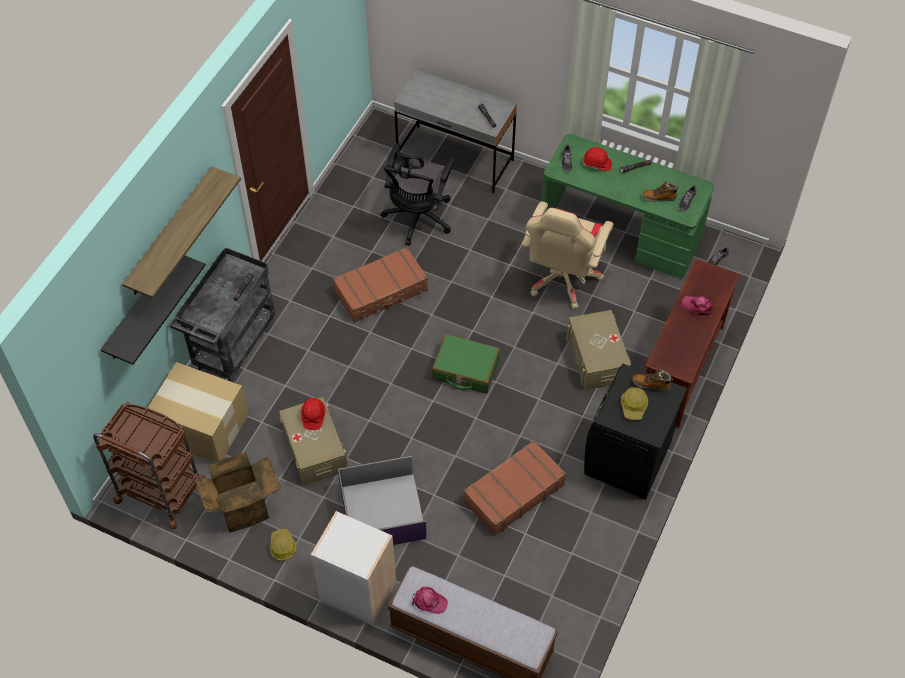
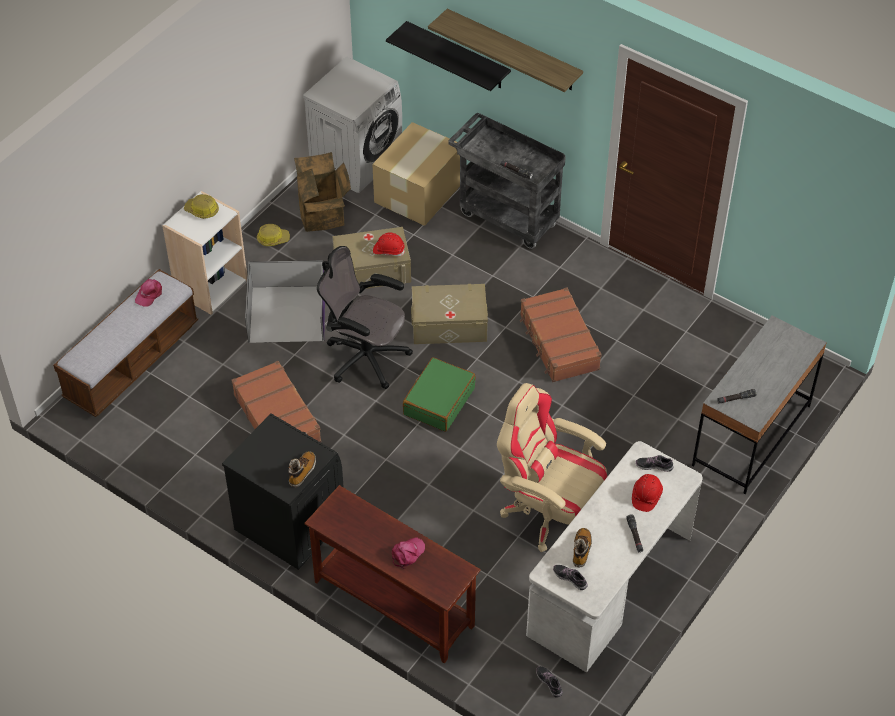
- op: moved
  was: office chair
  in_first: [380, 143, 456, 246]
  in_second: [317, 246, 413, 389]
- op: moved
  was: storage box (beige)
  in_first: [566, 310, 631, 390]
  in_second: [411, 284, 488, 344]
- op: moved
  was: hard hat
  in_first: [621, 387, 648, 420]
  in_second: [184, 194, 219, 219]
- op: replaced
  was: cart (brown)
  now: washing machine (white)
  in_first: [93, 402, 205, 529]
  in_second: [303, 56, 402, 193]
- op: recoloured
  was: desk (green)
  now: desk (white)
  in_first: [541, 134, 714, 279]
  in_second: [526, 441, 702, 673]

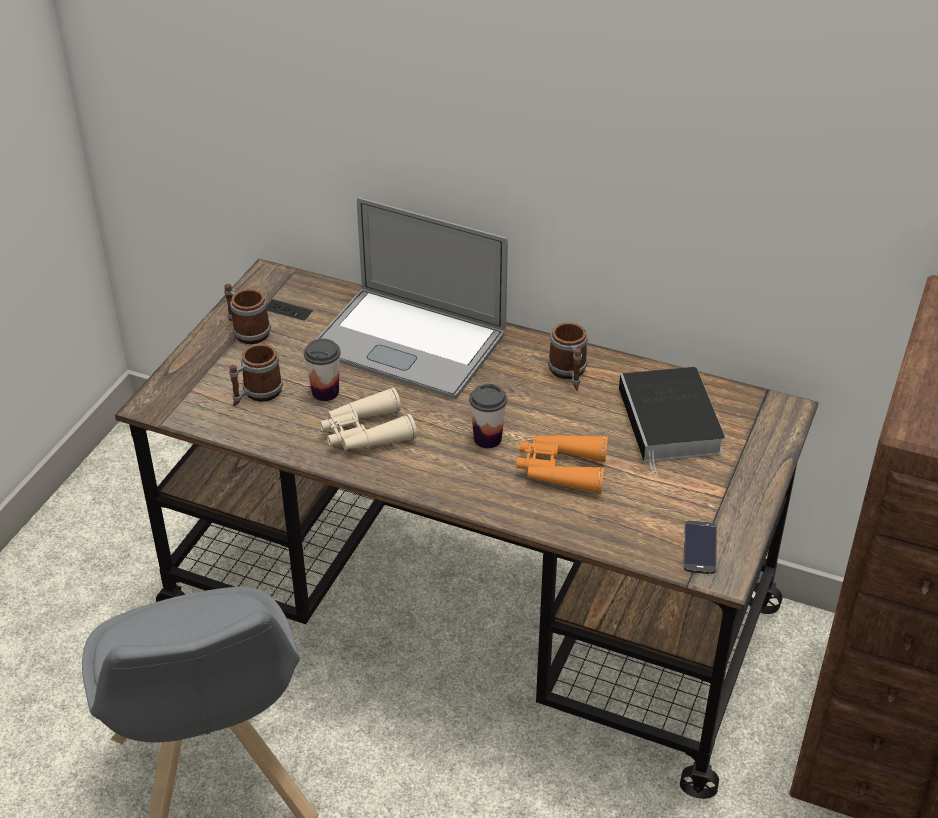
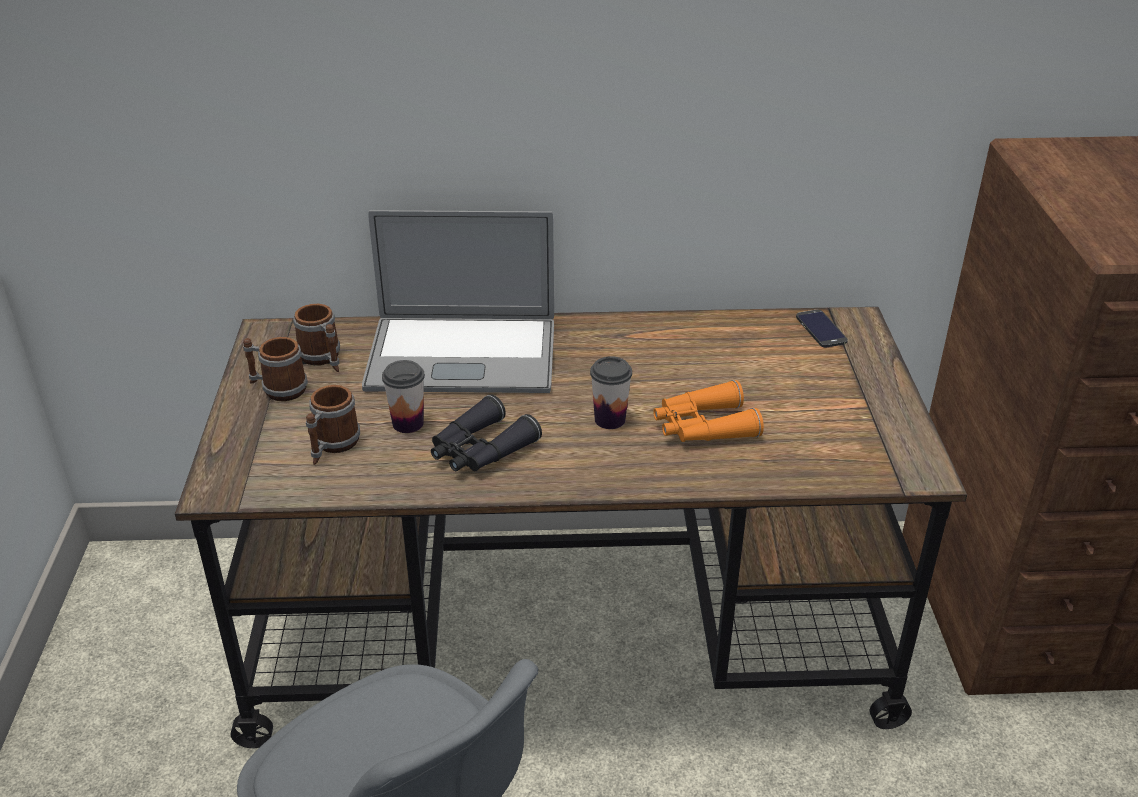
- op: removed
  was: book
  in_first: [619, 367, 725, 476]
- op: moved
  was: mug
  in_first: [548, 322, 588, 391]
  in_second: [293, 304, 340, 372]
- op: moved
  was: phone
  in_first: [683, 520, 717, 574]
  in_second: [796, 310, 848, 347]
- op: recoloured
  was: binoculars (beige)
  now: binoculars (black)
  in_first: [319, 388, 417, 451]
  in_second: [431, 394, 542, 471]

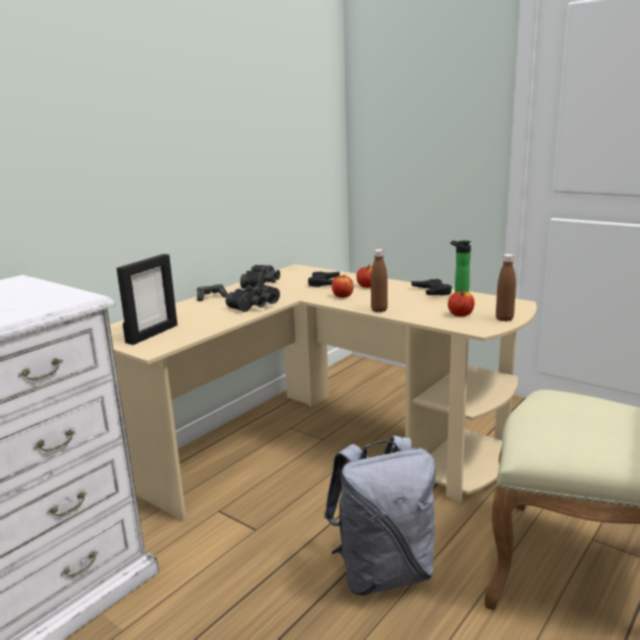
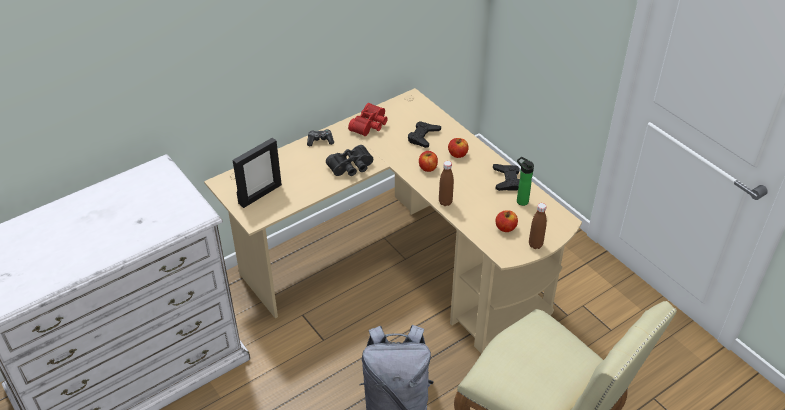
- op: recoloured
  was: binoculars (black)
  now: binoculars (red)
  in_first: [240, 265, 280, 289]
  in_second: [348, 103, 388, 136]

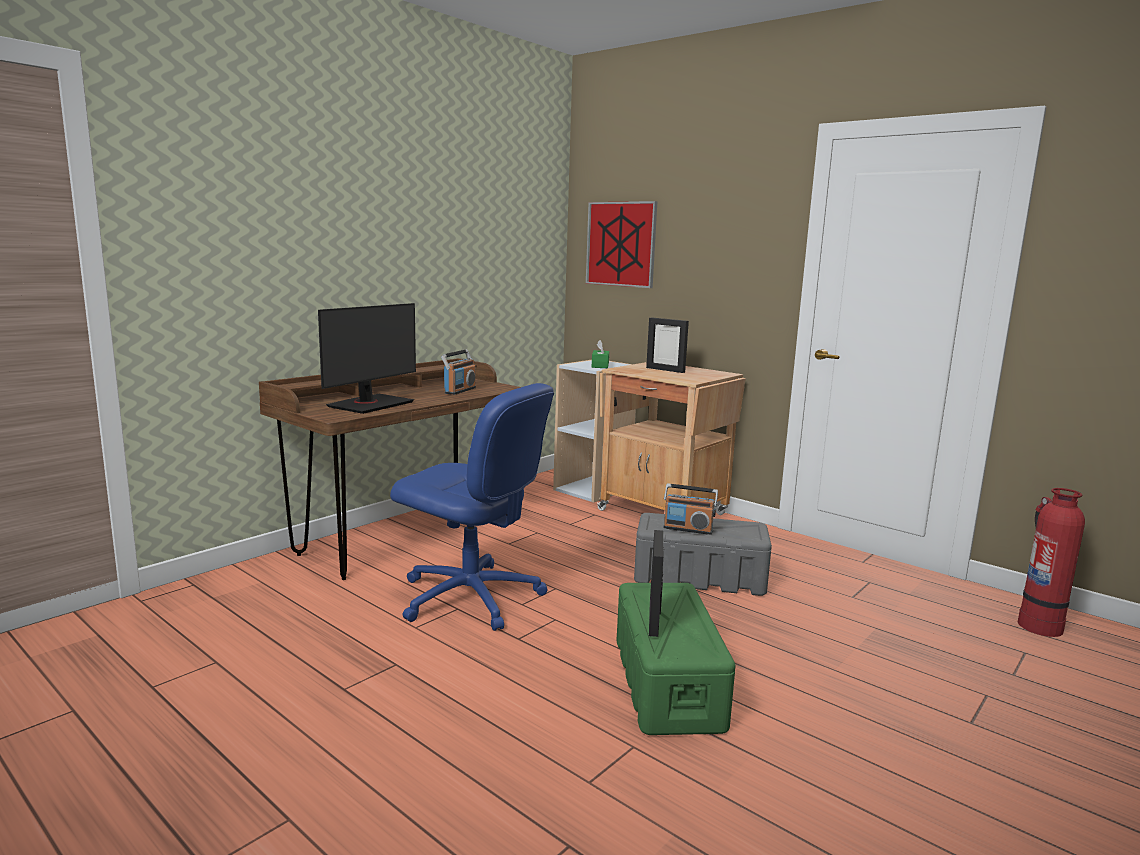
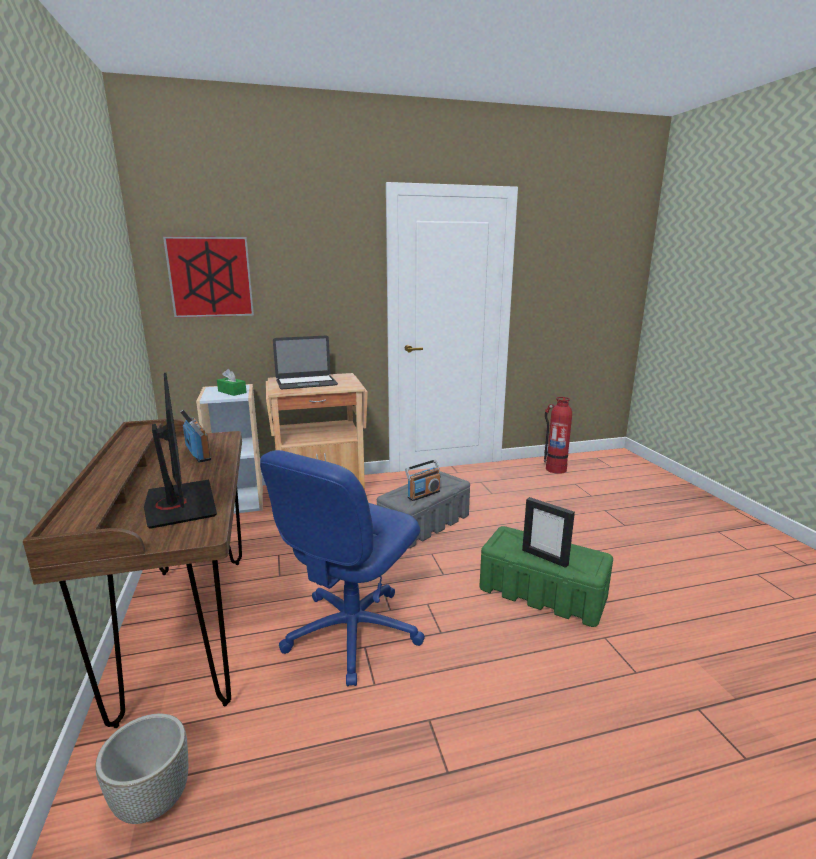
- op: added
  now: planter (grey)
  in_second: [95, 713, 188, 824]
- op: replaced
  was: picture frame
  now: laptop
  in_first: [646, 317, 689, 373]
  in_second: [273, 336, 338, 389]
- op: turned
  was: office chair (blue)
  in_first: [390, 383, 554, 631]
  in_second: [260, 450, 425, 686]
  clockwise: 150

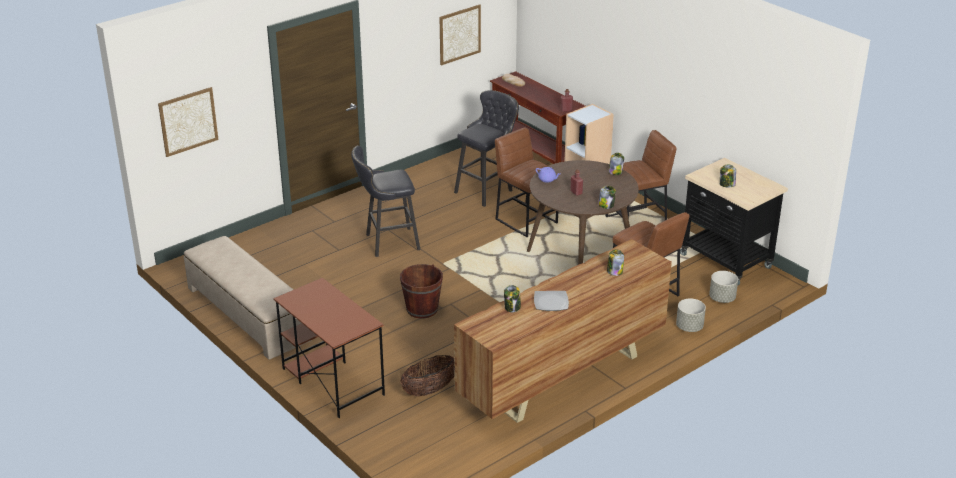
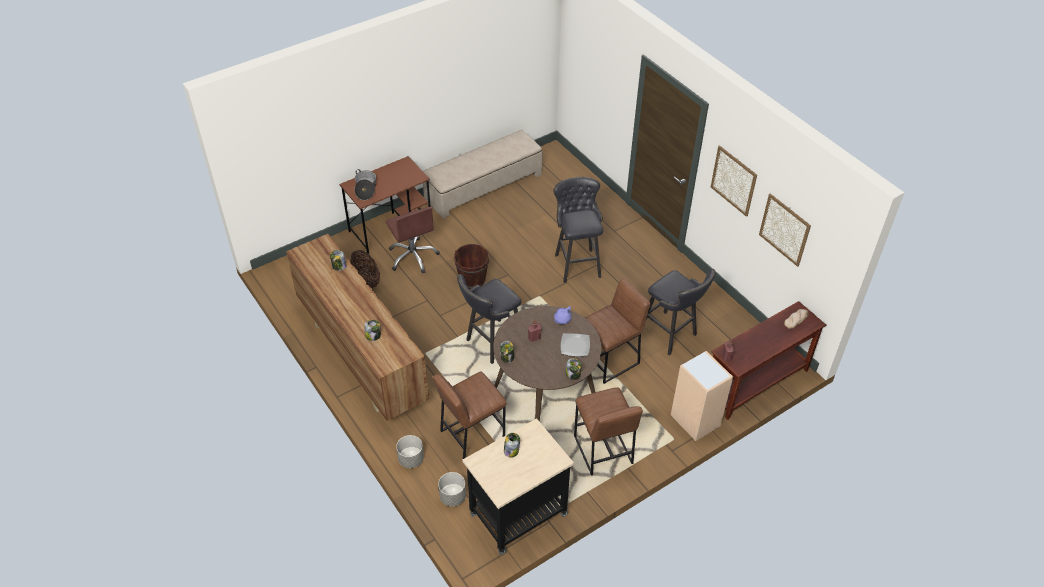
- op: added
  now: cooking pot
  in_second: [354, 169, 376, 200]
- op: added
  now: office chair (brown)
  in_second: [385, 207, 440, 274]
- op: added
  now: stool (black)
  in_second: [457, 274, 521, 364]
- op: moved
  was: picture
  in_first: [158, 87, 218, 157]
  in_second: [711, 145, 757, 217]
- op: moved
  was: plate
  in_first: [534, 291, 569, 311]
  in_second: [561, 333, 590, 357]

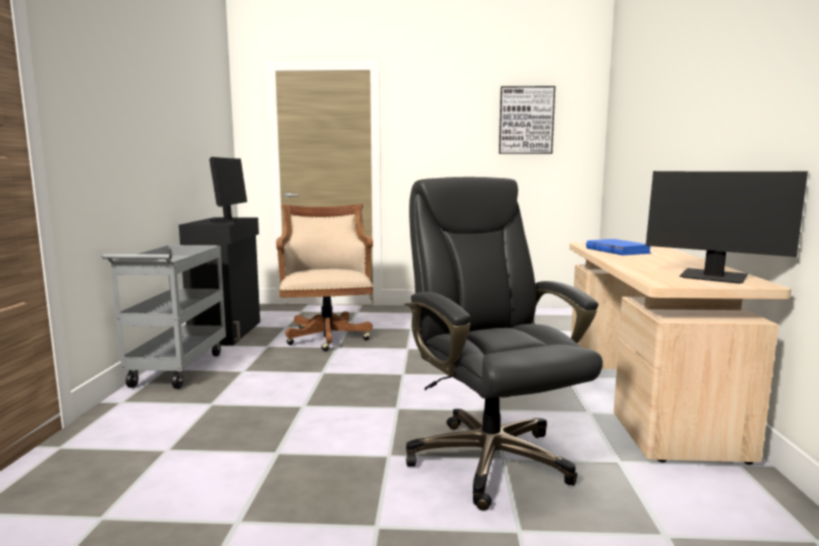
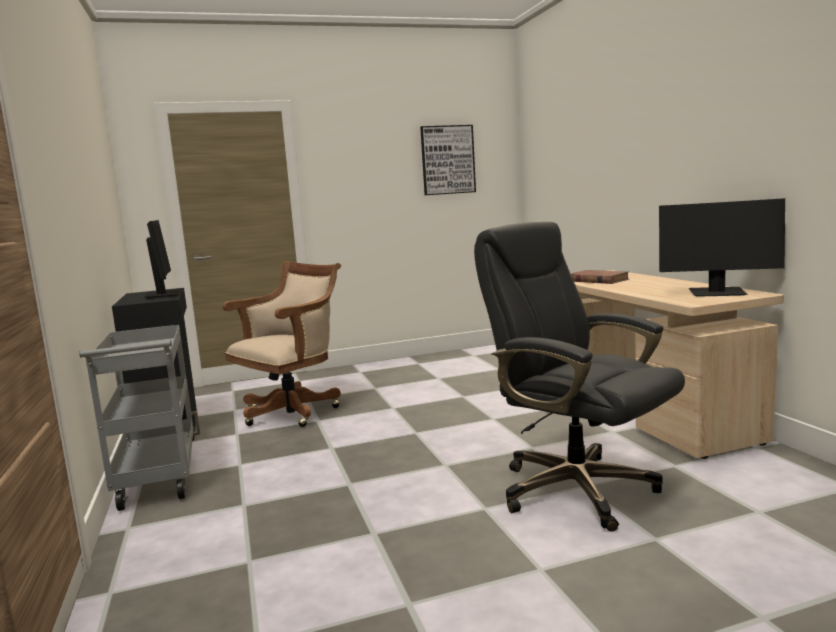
- op: recoloured
  was: book (blue)
  now: book (brown)
  in_first: [586, 239, 652, 256]
  in_second: [570, 270, 629, 284]
- op: turned
  was: office chair
  in_first: [276, 204, 373, 351]
  in_second: [222, 261, 341, 427]
  clockwise: 75

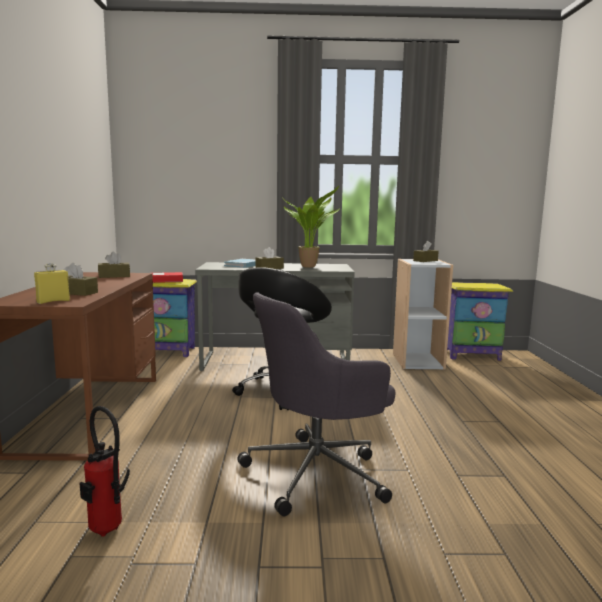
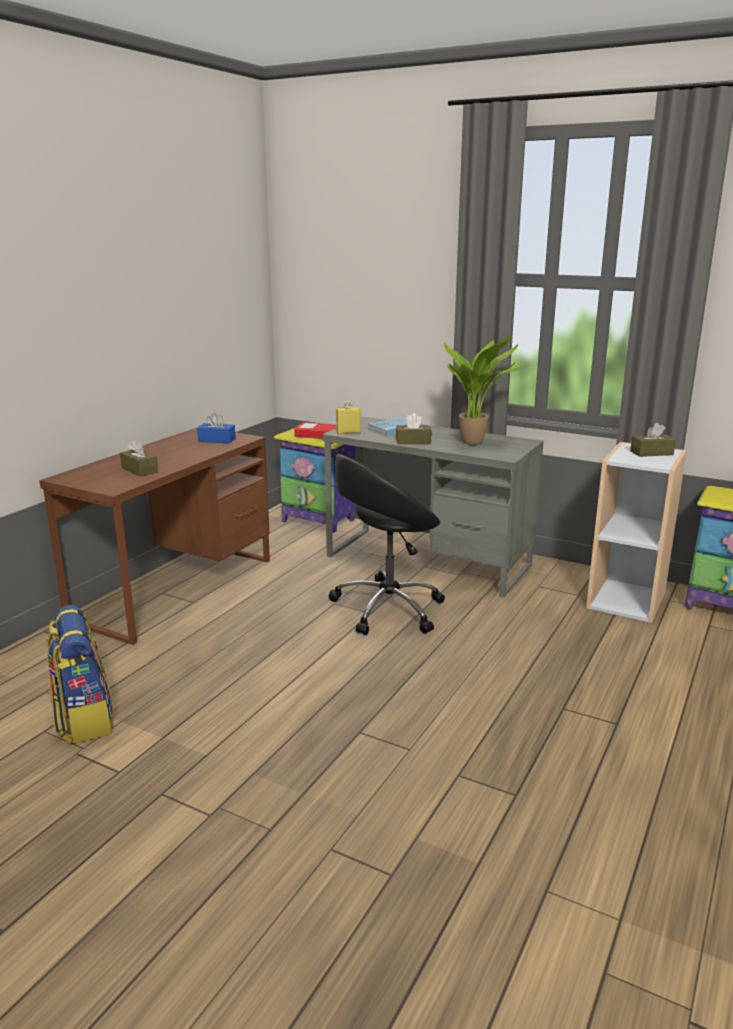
- op: removed
  was: office chair (grey)
  in_first: [237, 292, 395, 517]
- op: moved
  was: bottle (yellow)
  in_first: [34, 263, 70, 304]
  in_second: [336, 401, 361, 435]
- op: replaced
  was: fire extinguisher
  now: backpack
  in_first: [79, 406, 130, 537]
  in_second: [47, 605, 113, 744]
- op: recoloured
  was: tissue box (brown)
  now: tissue box (blue)
  in_first: [98, 252, 130, 278]
  in_second: [197, 412, 236, 443]

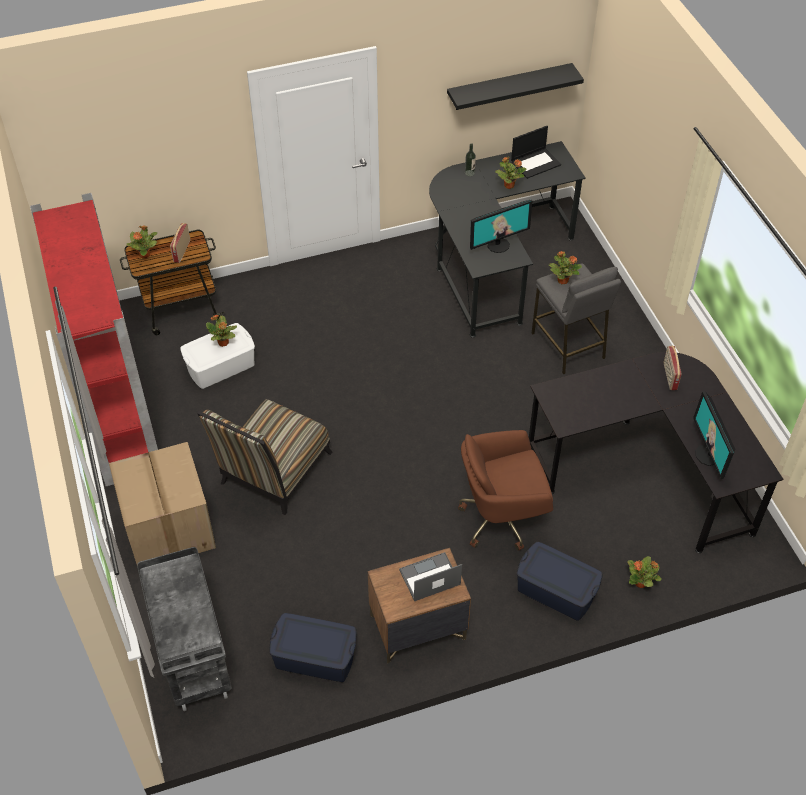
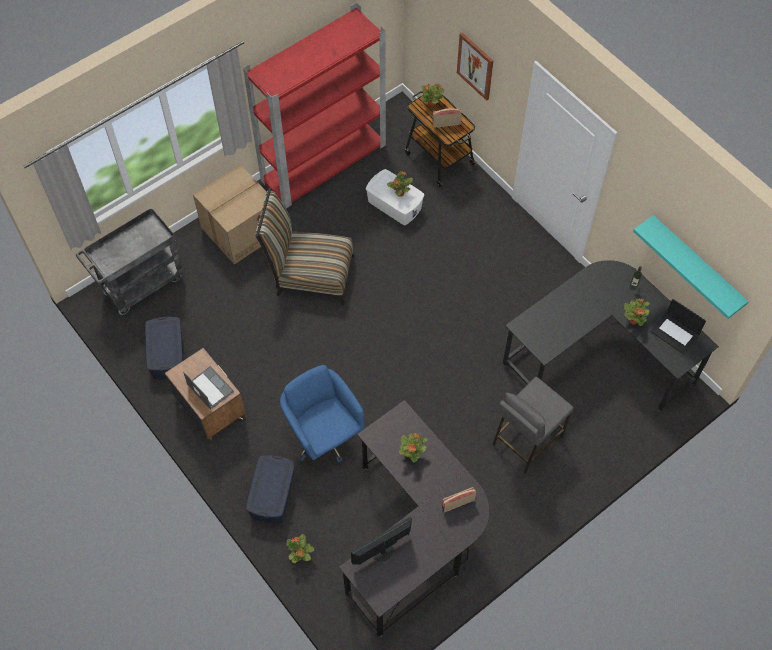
- op: removed
  was: monitor
  in_first: [470, 200, 532, 253]
- op: added
  now: picture
  in_second: [457, 32, 494, 101]
- op: moved
  was: potted plant
  in_first: [549, 251, 582, 284]
  in_second: [399, 433, 428, 462]
- op: recoloured
  was: shelf (black)
  now: shelf (turquoise)
  in_first: [447, 63, 584, 110]
  in_second: [633, 215, 749, 319]
- op: recoloured
  was: office chair (brown)
  now: office chair (blue)
  in_first: [458, 430, 553, 551]
  in_second: [280, 365, 364, 463]

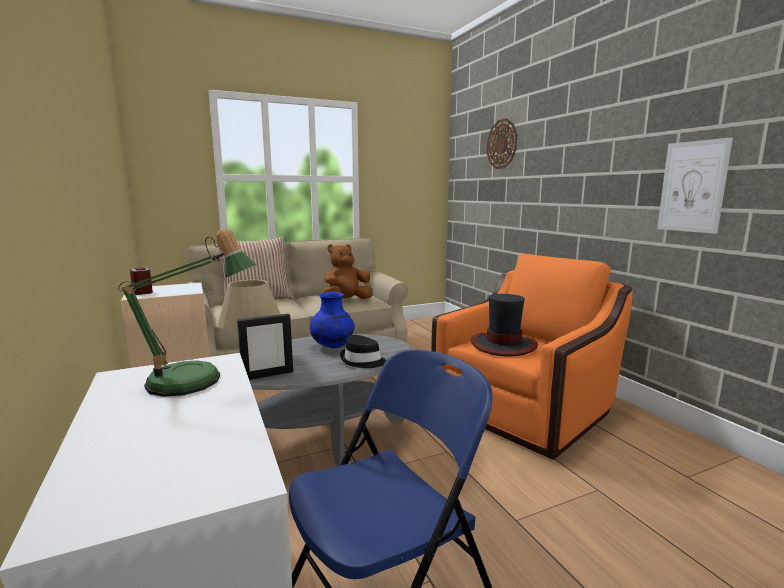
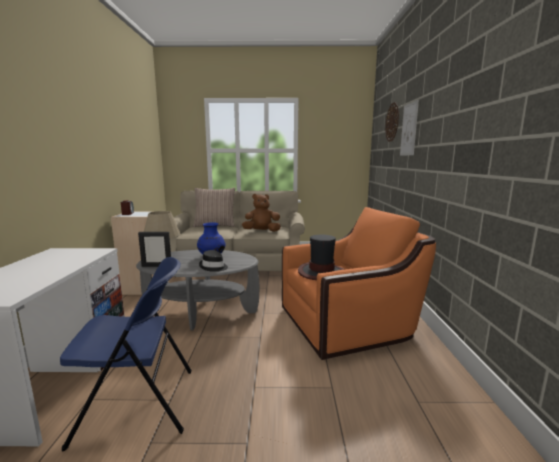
- op: removed
  was: table lamp
  in_first: [118, 228, 257, 397]
- op: moved
  was: picture
  in_first: [657, 137, 733, 234]
  in_second: [400, 100, 419, 156]

